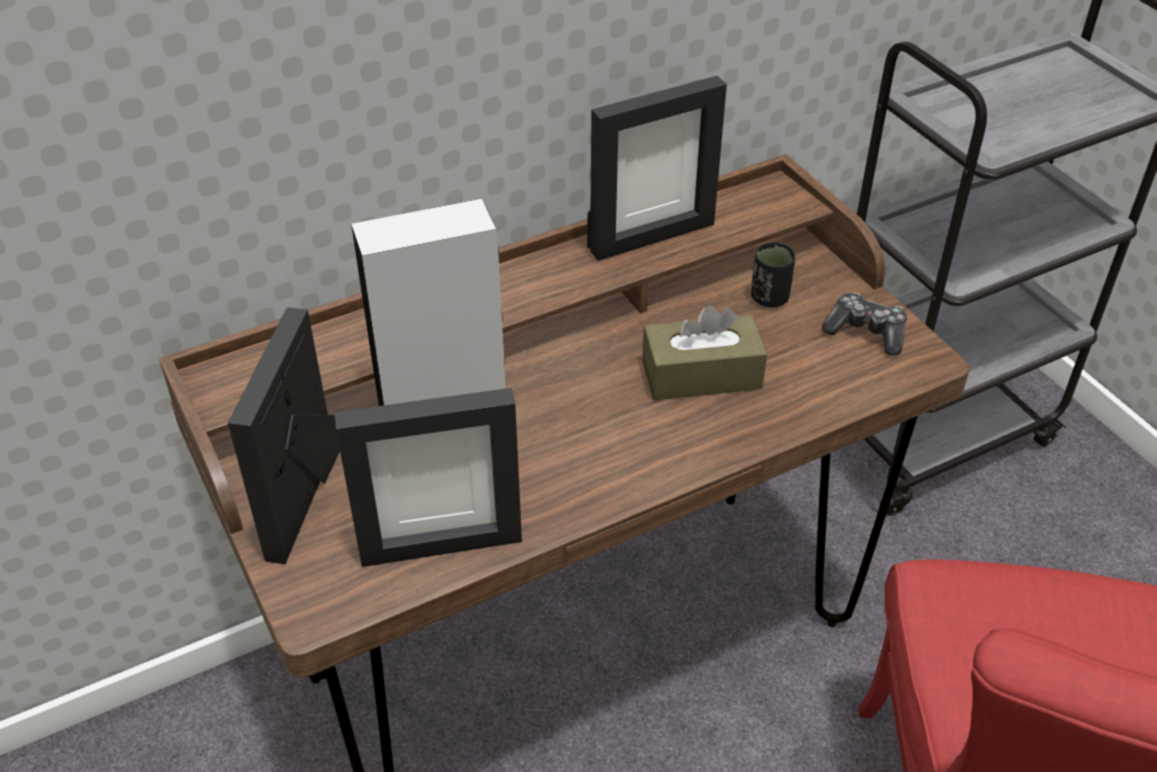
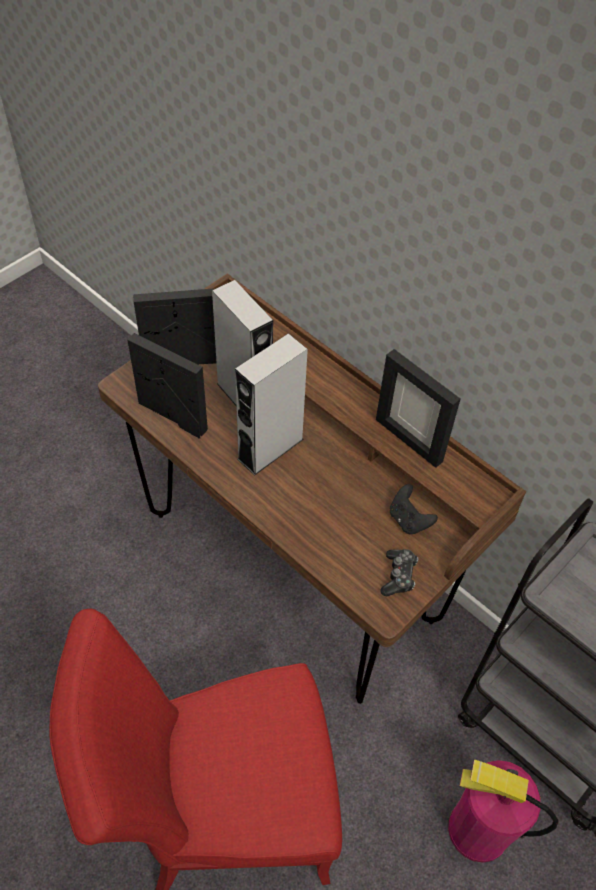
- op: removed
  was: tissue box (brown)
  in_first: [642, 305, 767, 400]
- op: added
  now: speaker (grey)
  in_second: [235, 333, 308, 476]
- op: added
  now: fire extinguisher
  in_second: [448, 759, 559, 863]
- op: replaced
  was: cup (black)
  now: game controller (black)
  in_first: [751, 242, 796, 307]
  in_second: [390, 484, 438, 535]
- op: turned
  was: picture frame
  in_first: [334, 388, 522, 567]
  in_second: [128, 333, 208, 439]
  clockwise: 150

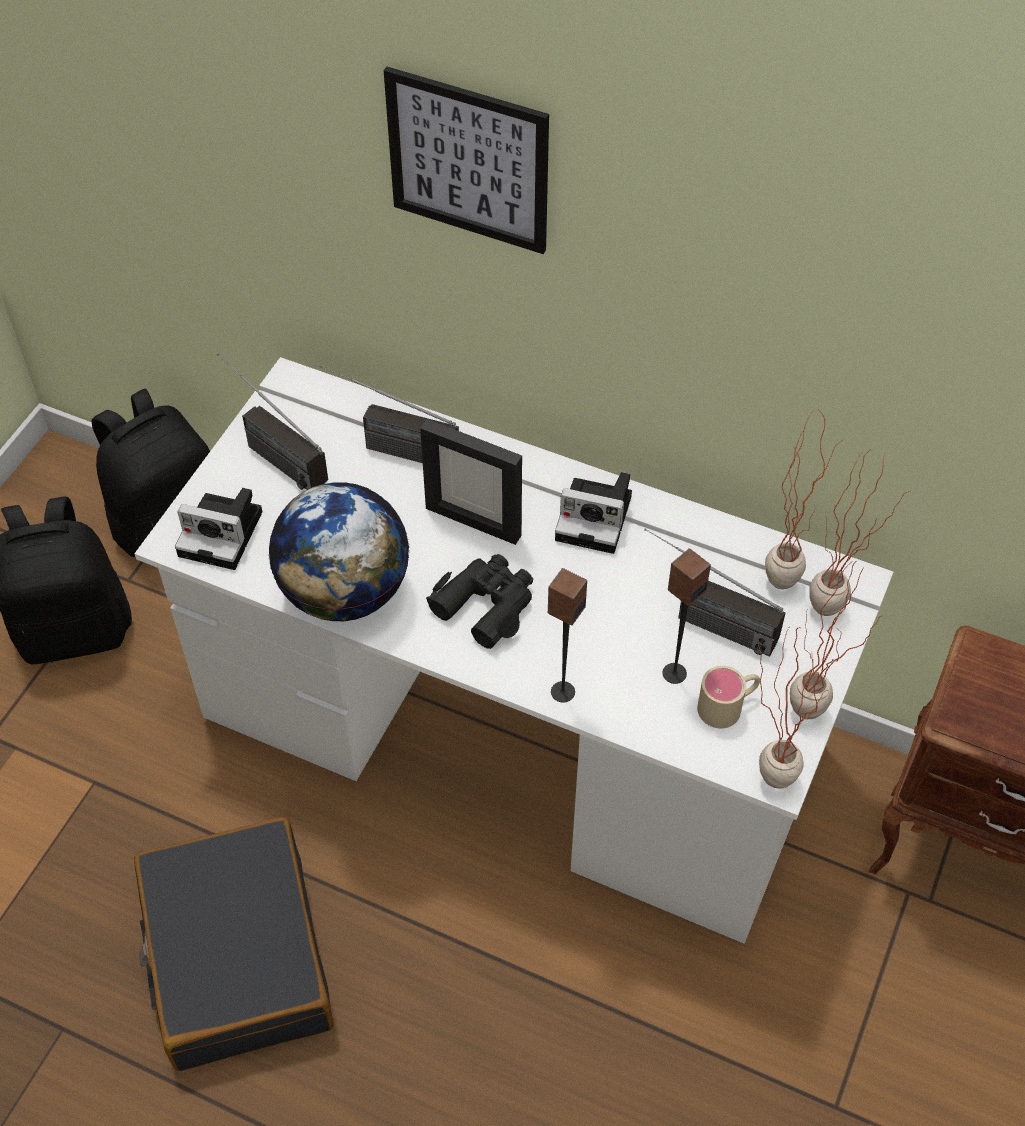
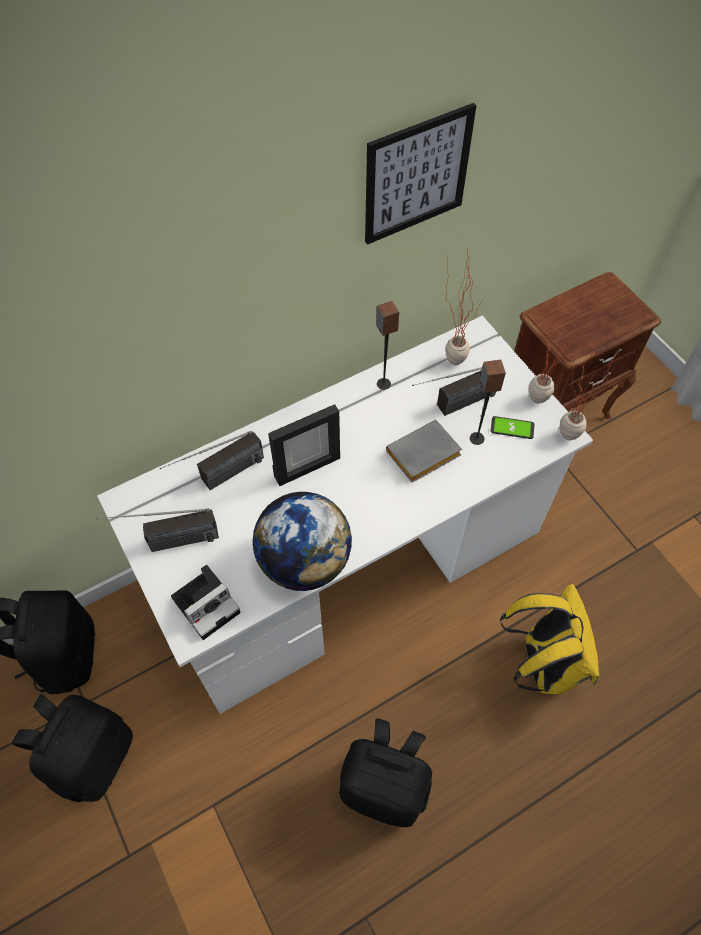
- op: removed
  was: binoculars (black)
  in_first: [426, 554, 533, 649]
- op: removed
  was: photo camera
  in_first: [555, 472, 632, 554]
- op: removed
  was: potted plant
  in_first: [810, 450, 911, 616]
- op: added
  now: book (grey)
  in_second: [386, 420, 462, 483]
- op: added
  now: backpack (yellow)
  in_second: [500, 584, 600, 694]
- op: moved
  was: picture
  in_first: [384, 67, 549, 254]
  in_second: [365, 103, 476, 245]
- op: moved
  was: speaker
  in_first: [548, 568, 587, 702]
  in_second: [376, 301, 399, 390]
- op: replaced
  was: suitcase (black)
  now: backpack (black)
  in_first: [134, 817, 334, 1071]
  in_second: [339, 718, 432, 827]
- op: replaced
  was: mug (beige)
  now: phone
  in_first: [697, 666, 760, 729]
  in_second: [491, 416, 534, 439]

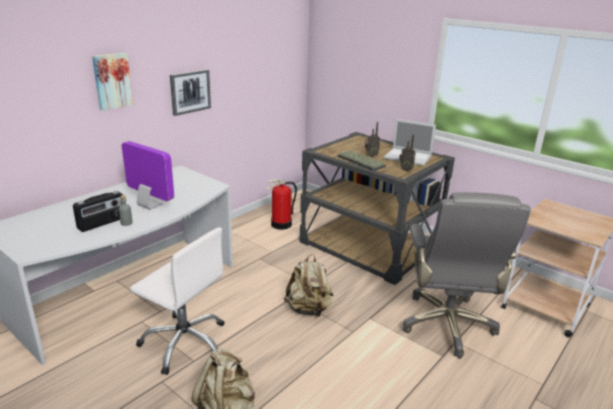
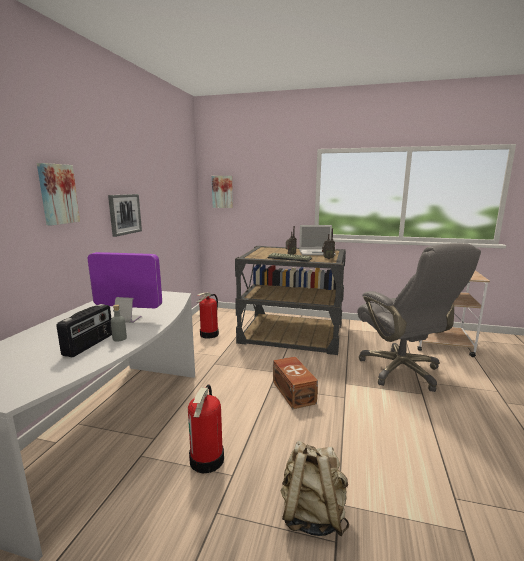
- op: added
  now: picture
  in_second: [212, 176, 233, 208]
- op: replaced
  was: office chair (white)
  now: fire extinguisher
  in_first: [130, 227, 224, 375]
  in_second: [188, 384, 224, 473]
- op: replaced
  was: backpack (beige)
  now: storage box (brown)
  in_first: [284, 254, 334, 317]
  in_second: [273, 357, 318, 409]

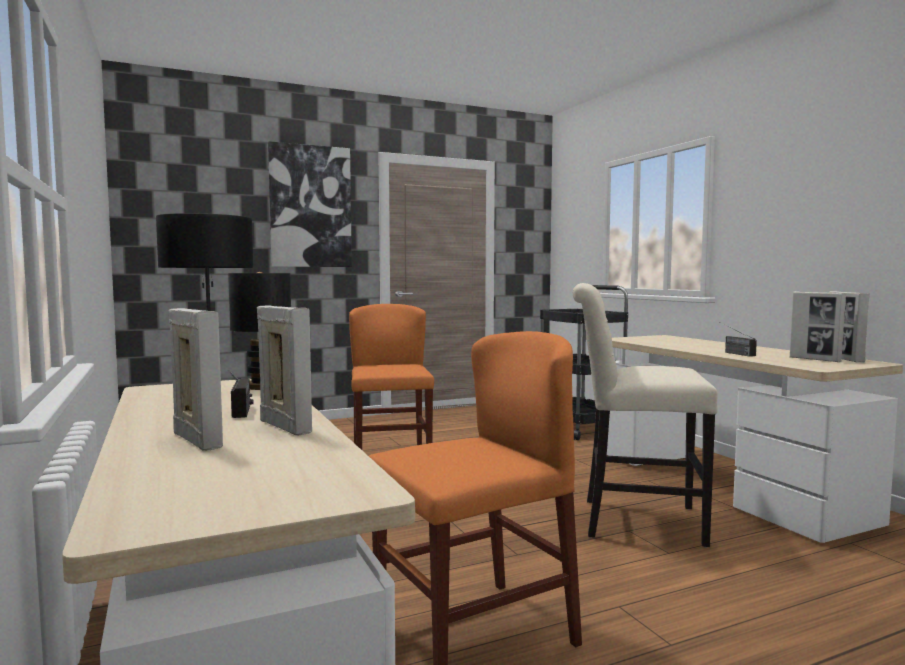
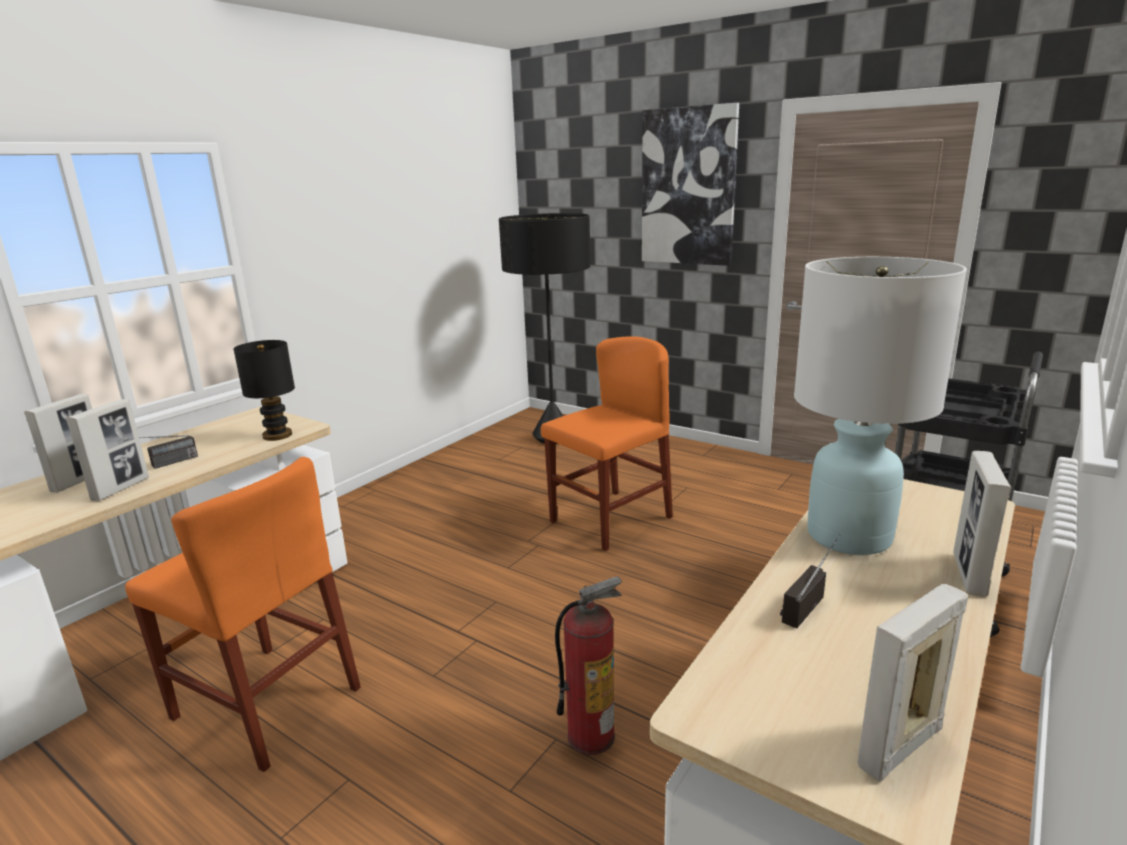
- op: added
  now: table lamp (white)
  in_second: [794, 257, 967, 555]
- op: moved
  was: picture frame
  in_first: [790, 291, 846, 362]
  in_second: [953, 451, 1011, 597]
- op: replaced
  was: stool (beige)
  now: fire extinguisher
  in_first: [572, 283, 718, 548]
  in_second: [555, 576, 621, 755]

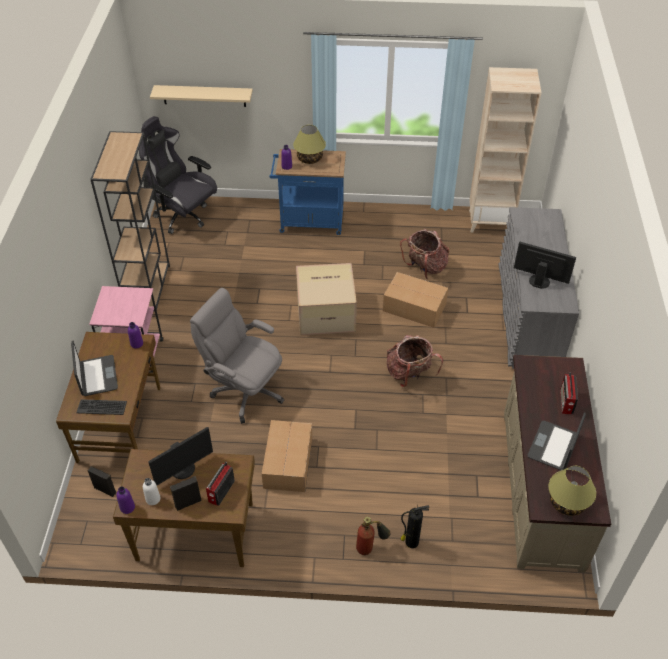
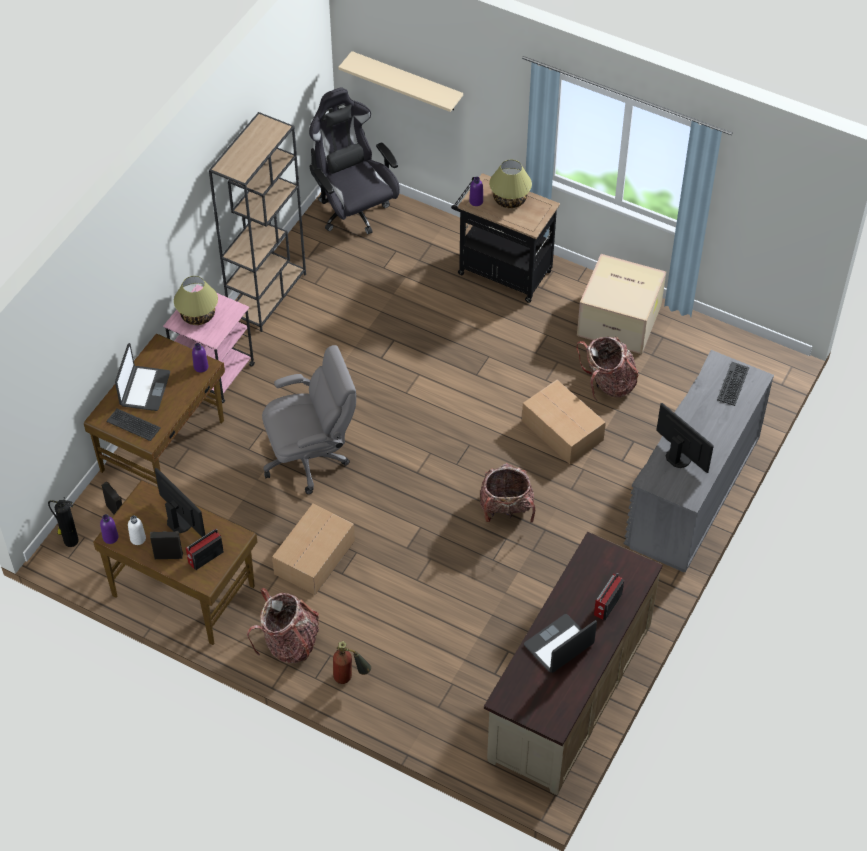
- op: removed
  was: bookcase (beige)
  in_first: [469, 67, 542, 232]
- op: added
  now: backpack
  in_second: [247, 588, 319, 663]
- op: added
  now: keyboard
  in_second: [717, 362, 750, 406]
- op: moved
  was: cardboard box
  in_first: [296, 263, 357, 335]
  in_second: [577, 254, 666, 354]
- op: moved
  was: fire extinguisher
  in_first: [400, 505, 429, 548]
  in_second: [48, 497, 79, 547]
- op: moved
  was: table lamp
  in_first: [549, 466, 596, 516]
  in_second: [174, 276, 218, 325]
- op: recoloured
  was: cart (blue)
  now: cart (black)
  in_first: [269, 149, 346, 235]
  in_second: [451, 173, 560, 303]
- op: turned
  was: monitor
  in_first: [149, 427, 213, 485]
  in_second: [155, 468, 205, 537]
  clockwise: -120
- op: turned
  was: office chair (grey)
  in_first: [190, 288, 284, 424]
  in_second: [262, 345, 356, 494]
  clockwise: 105

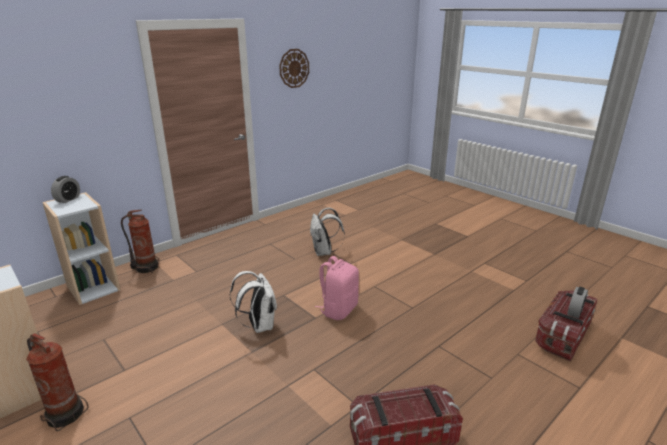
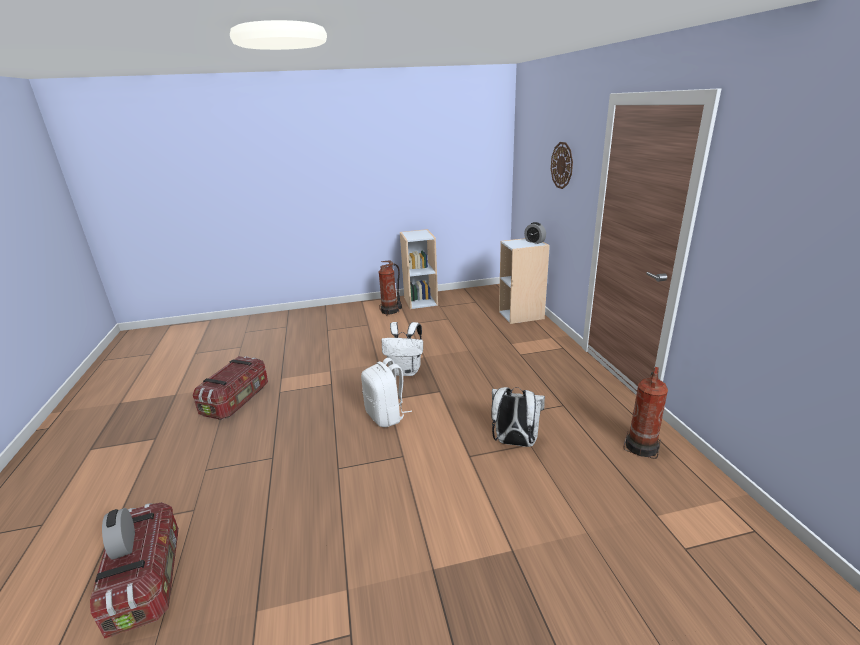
- op: moved
  was: fire extinguisher
  in_first: [121, 210, 159, 273]
  in_second: [623, 367, 668, 459]
- op: moved
  was: wall clock
  in_first: [279, 49, 309, 88]
  in_second: [551, 142, 573, 189]
- op: recoloured
  was: backpack (pink)
  now: backpack (white)
  in_first: [315, 256, 359, 320]
  in_second: [361, 358, 412, 427]

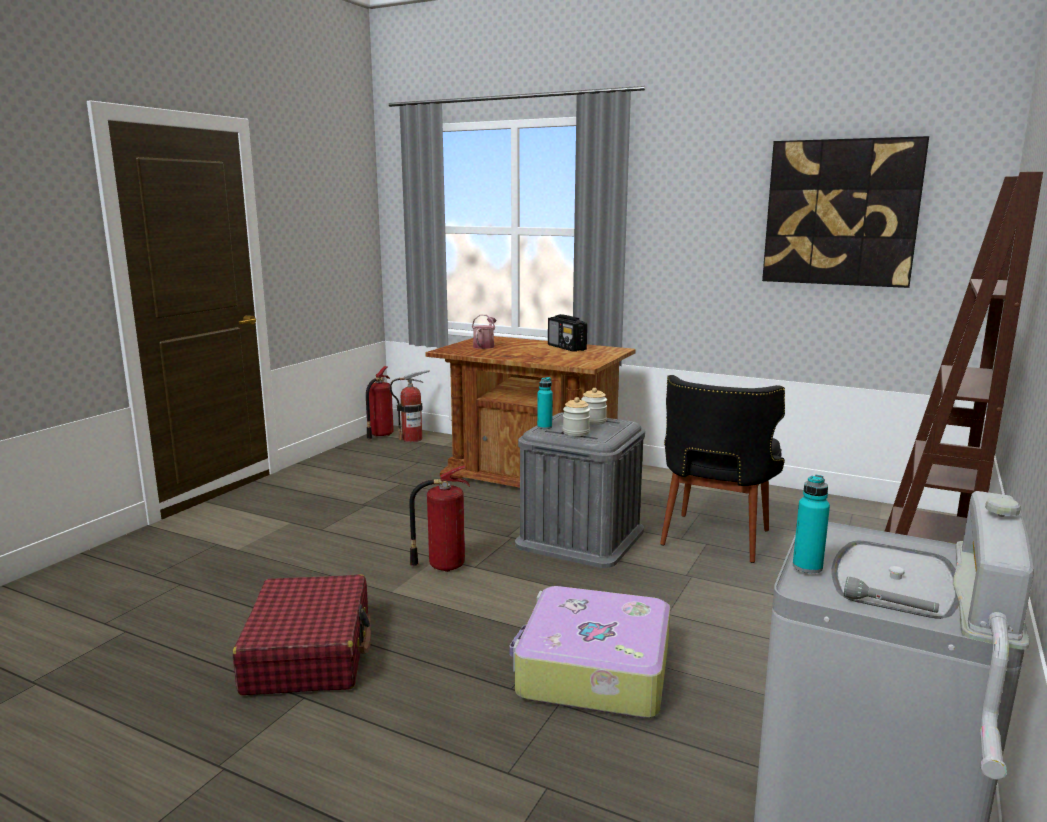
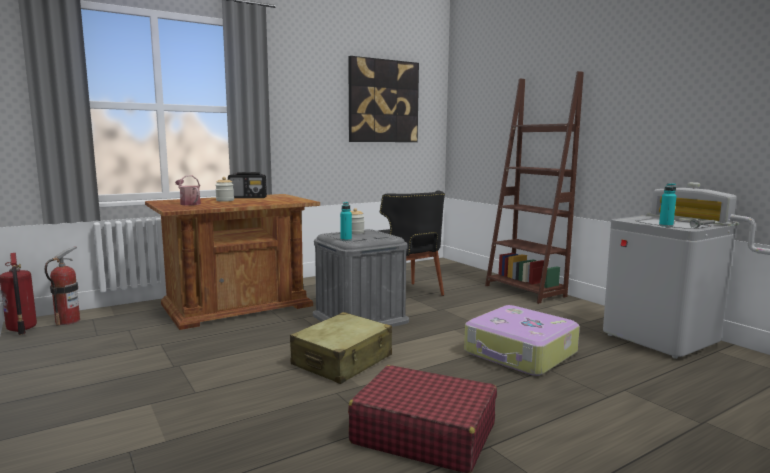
- op: moved
  was: jar
  in_first: [563, 397, 590, 436]
  in_second: [215, 177, 234, 202]
- op: replaced
  was: fire extinguisher
  now: suitcase (beige)
  in_first: [409, 465, 470, 572]
  in_second: [290, 312, 392, 384]

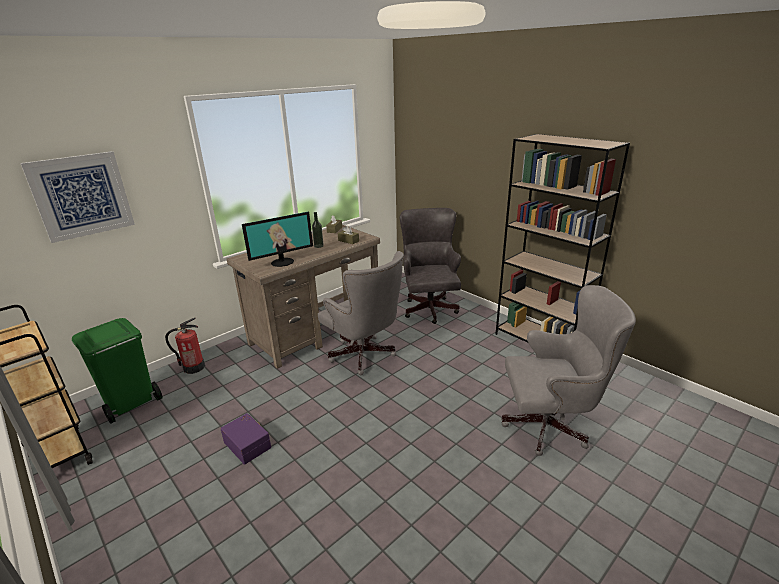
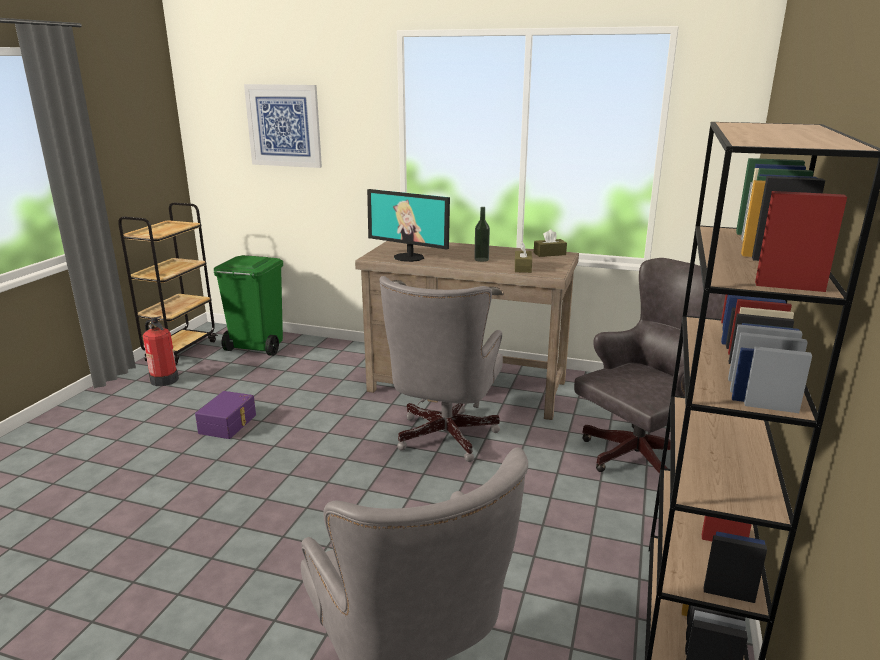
- op: moved
  was: fire extinguisher
  in_first: [165, 318, 205, 374]
  in_second: [143, 316, 179, 386]

